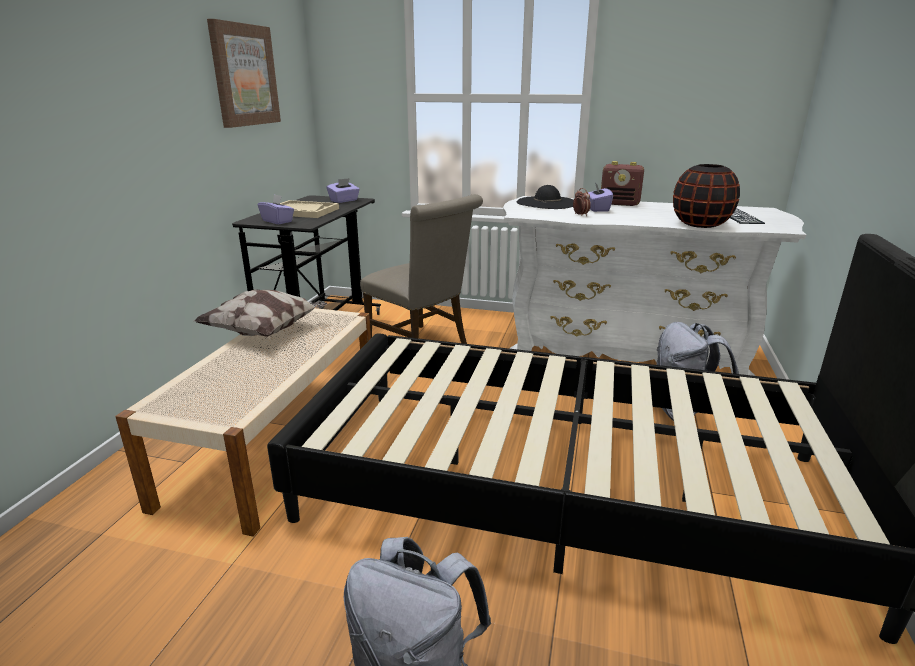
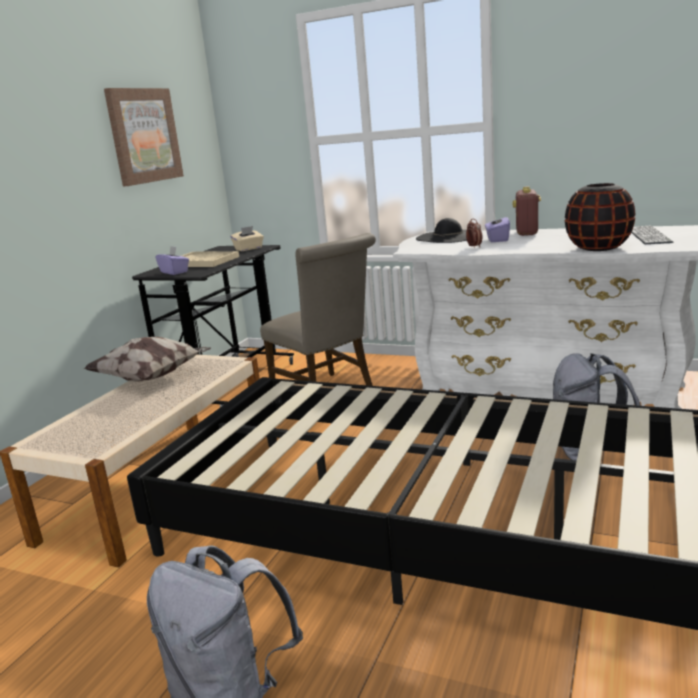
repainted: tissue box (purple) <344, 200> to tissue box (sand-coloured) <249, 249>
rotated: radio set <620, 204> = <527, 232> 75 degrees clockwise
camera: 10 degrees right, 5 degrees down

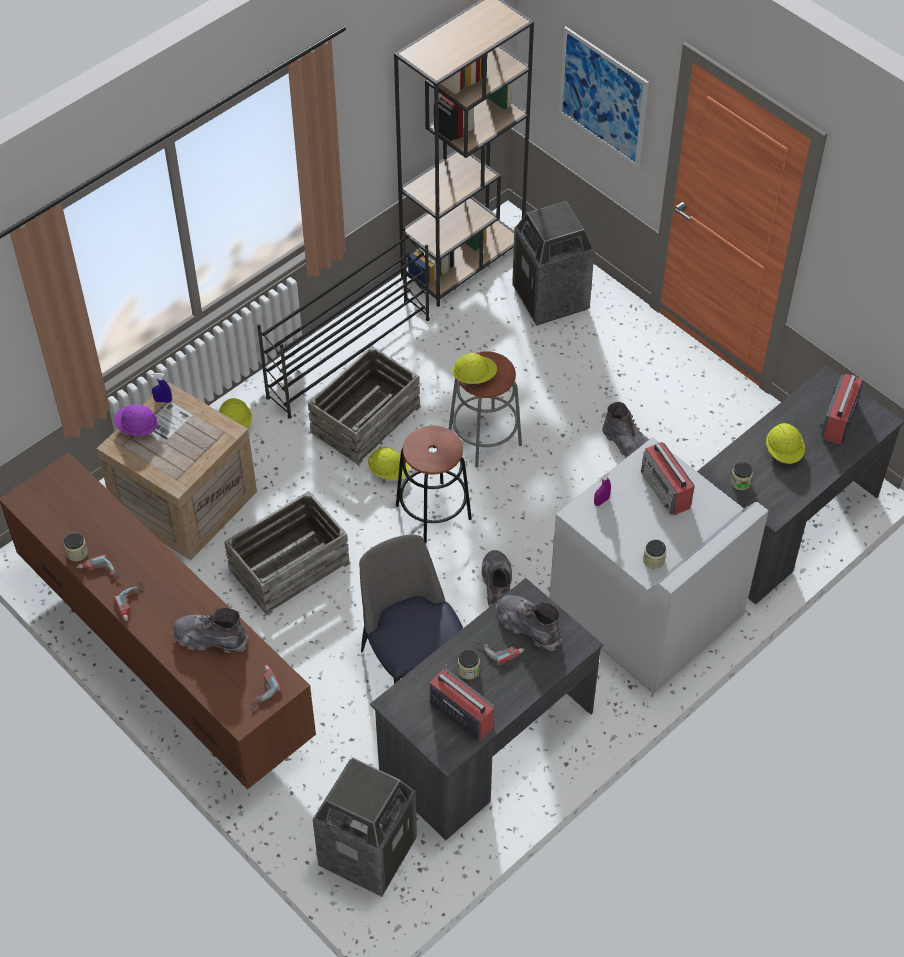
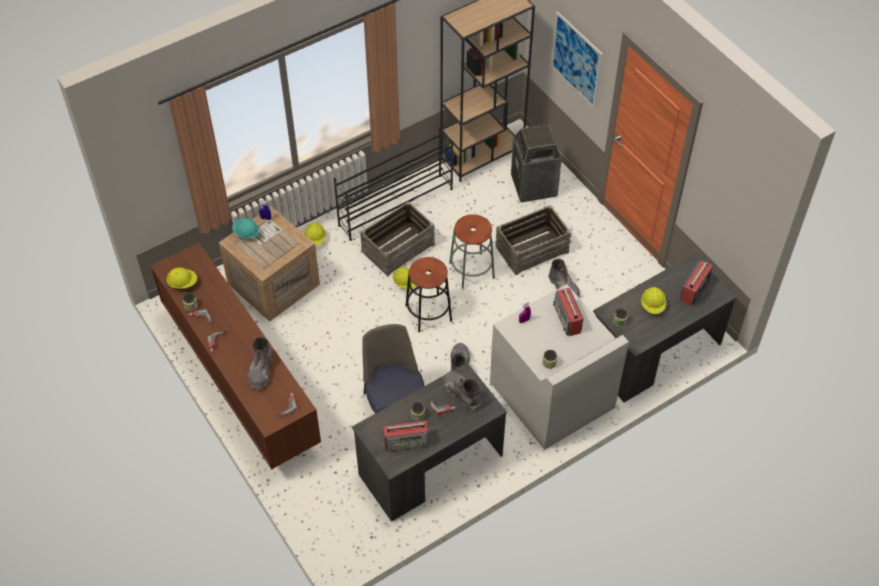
gone: waste bin <367, 852>
shifted: shipping crate <289, 566> to <531, 249>; hard hat (yellow-coloured) <474, 377> to <183, 283>
repainted: hard hat (purple) <137, 428> to hard hat (turquoise-coloured) <246, 233>
rotated: tall boot (gray) <210, 639> = <261, 371> 105 degrees counterclockwise; radio set <461, 713> = <407, 441> 120 degrees clockwise
camera: 10 degrees right, 0 degrees up

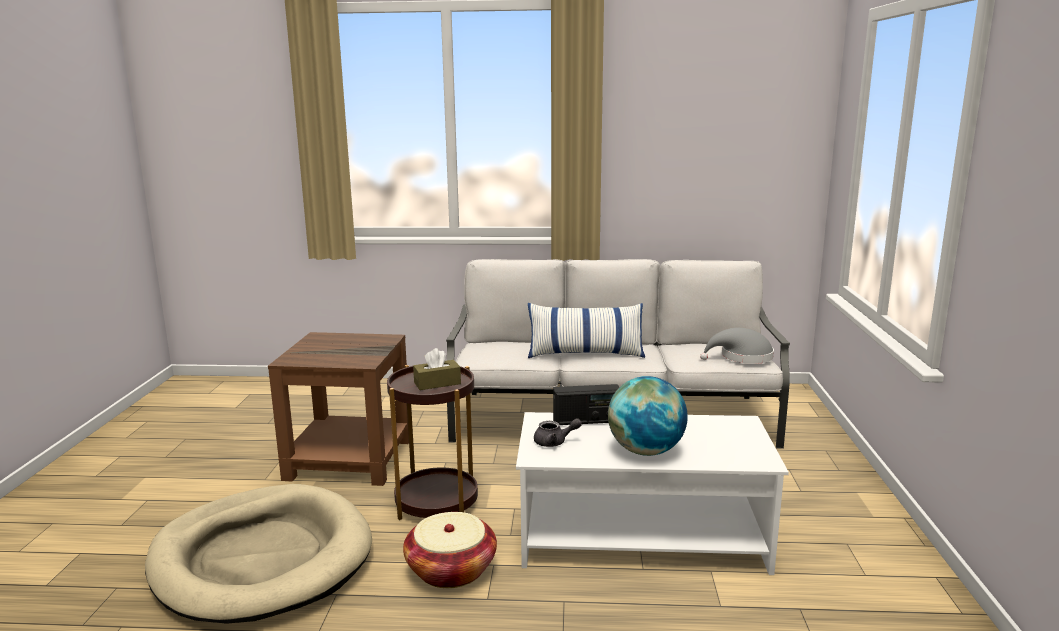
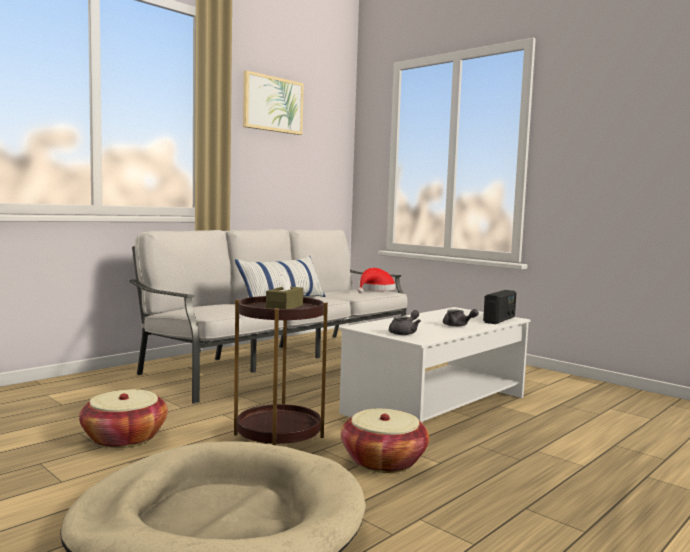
new: wall picture <273, 104>
shifted: radio set <586, 421> to <499, 320>
swapped: end table (brown) <351, 458> to storage basket <124, 438>; desk globe <646, 451> to teapot (gray) <458, 326>
repainted: wearable hat (gray) <742, 357> to wearable hat (reddish) <375, 290>
camera: 50 degrees left, 10 degrees down

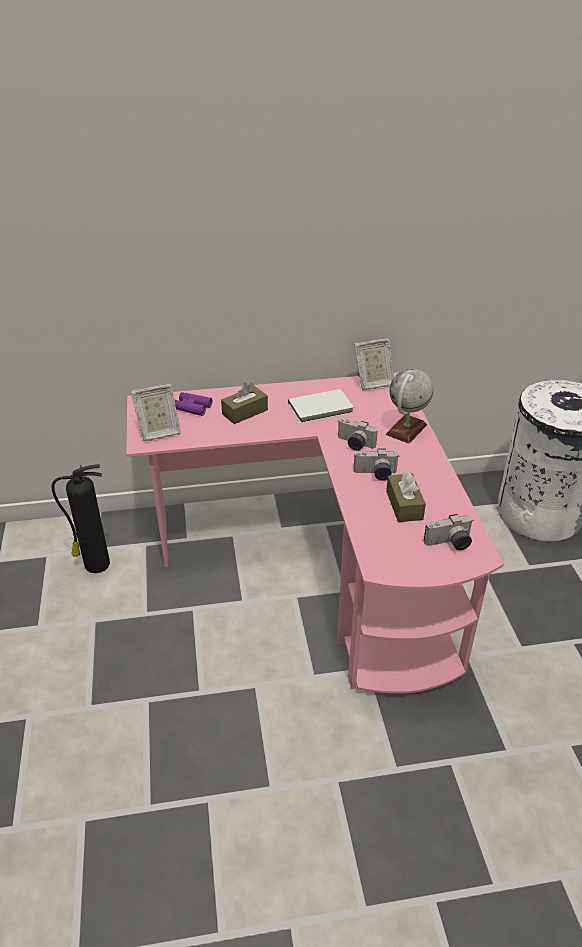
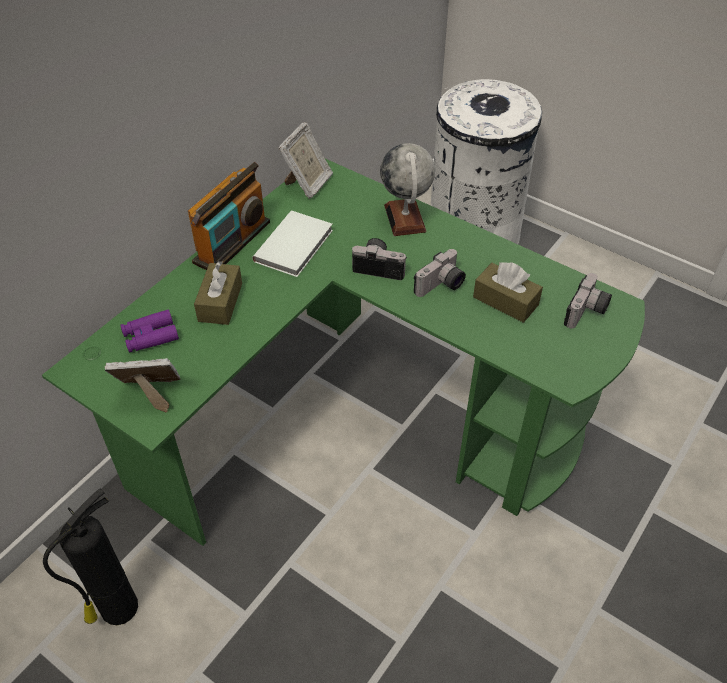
new: radio set <232, 242>
repainted: desk (pinkish) <321, 563> to desk (green) <354, 415>
rotated: standing frame <158, 432> = <153, 394> 120 degrees counterclockwise; photo camera <354, 444> = <380, 266> 150 degrees counterclockwise
camera: 45 degrees left, 10 degrees up

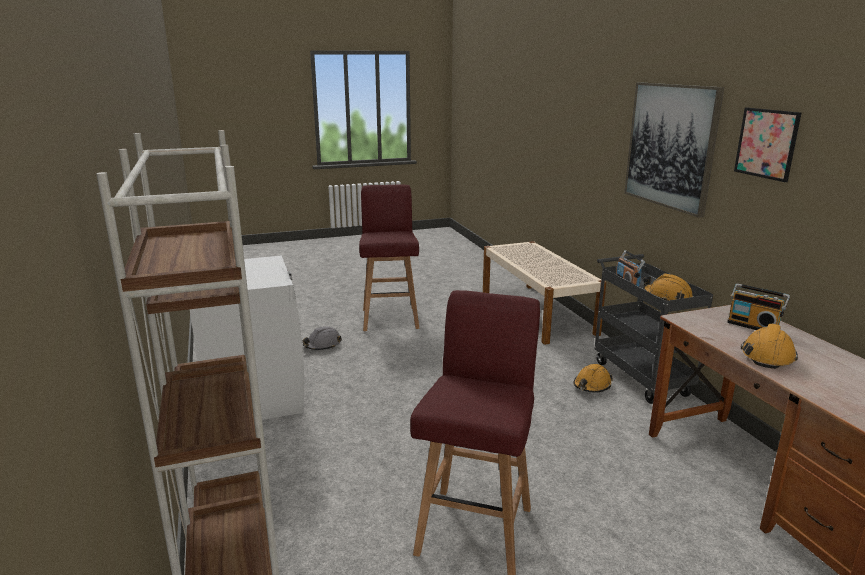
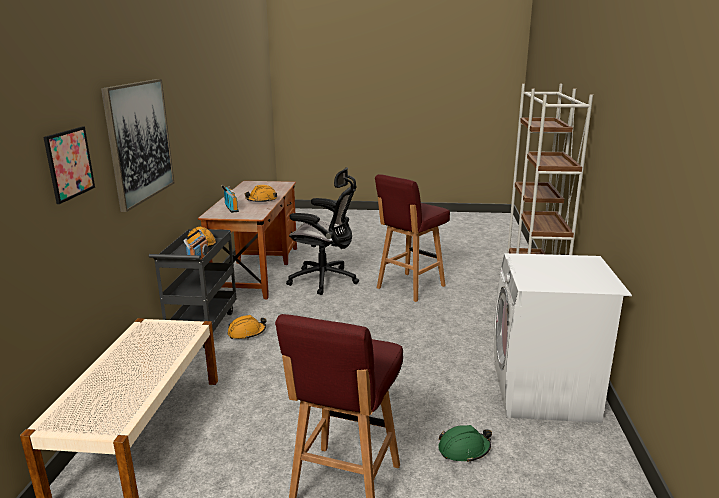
new: desk chair <324, 280>
shifted: wall picture <766, 143> to <69, 164>
repainted: hard hat (gray) <322, 345> to hard hat (green) <464, 449>
camera: 155 degrees left, 0 degrees up

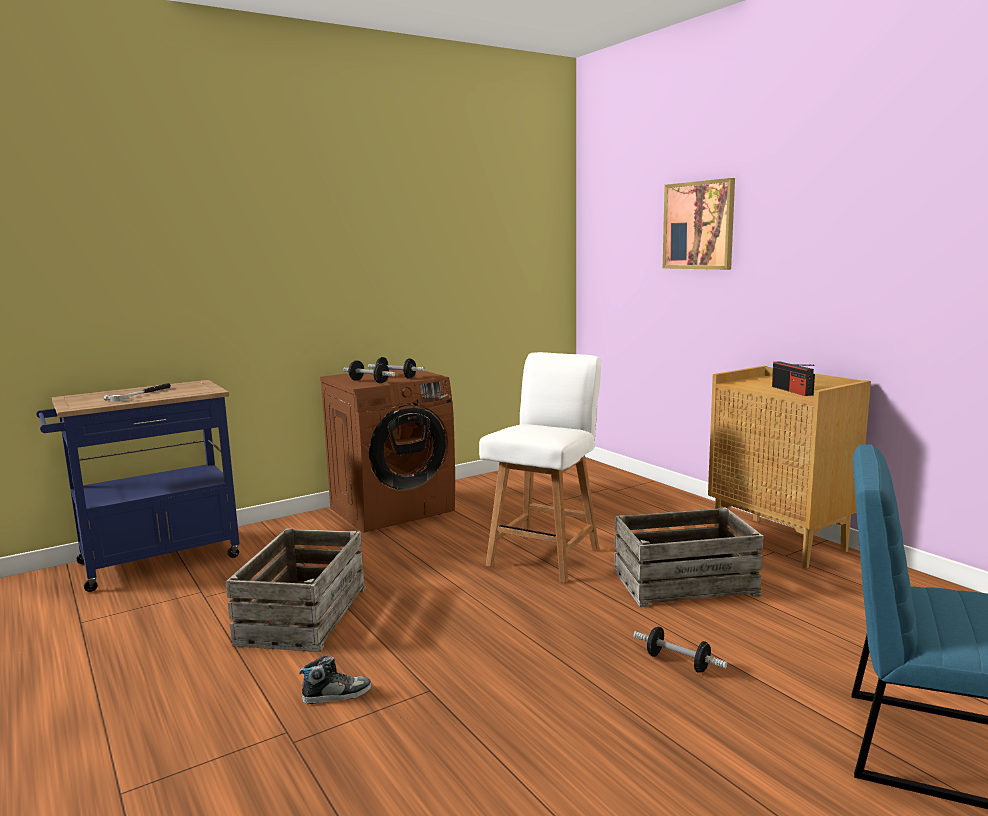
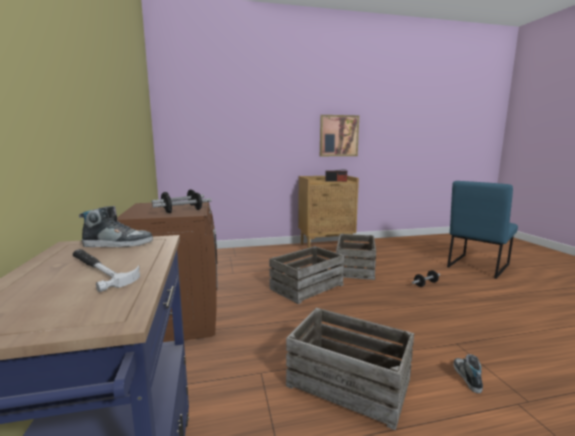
new: low shoe <118, 244>
shifted: wall picture <698, 225> to <338, 136>
swapped: chair (white-coloured) <545, 556> to shipping crate <306, 286>
camera: 70 degrees left, 0 degrees up

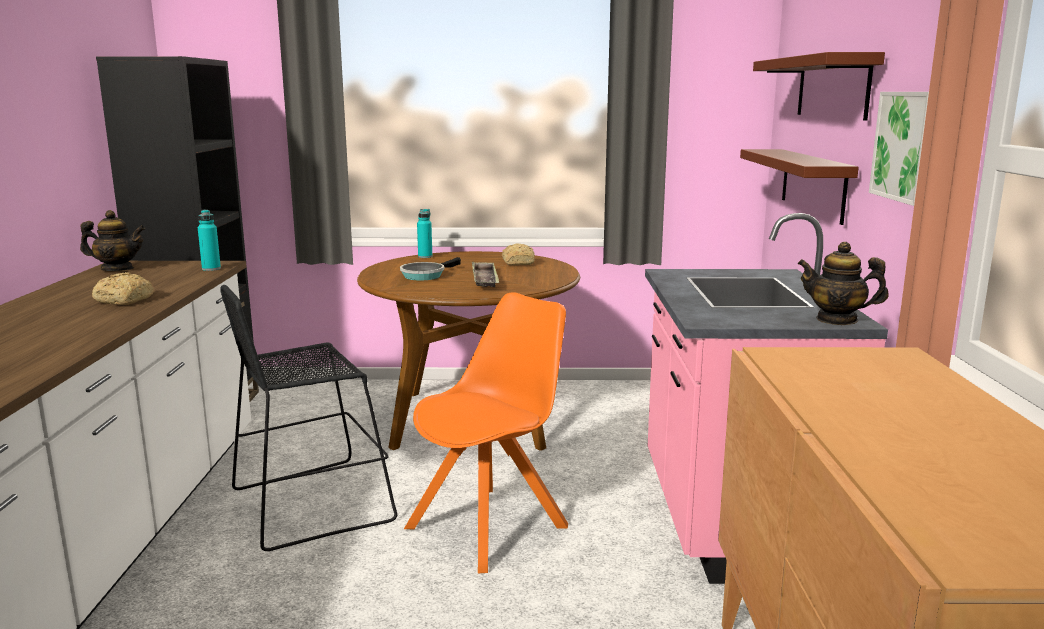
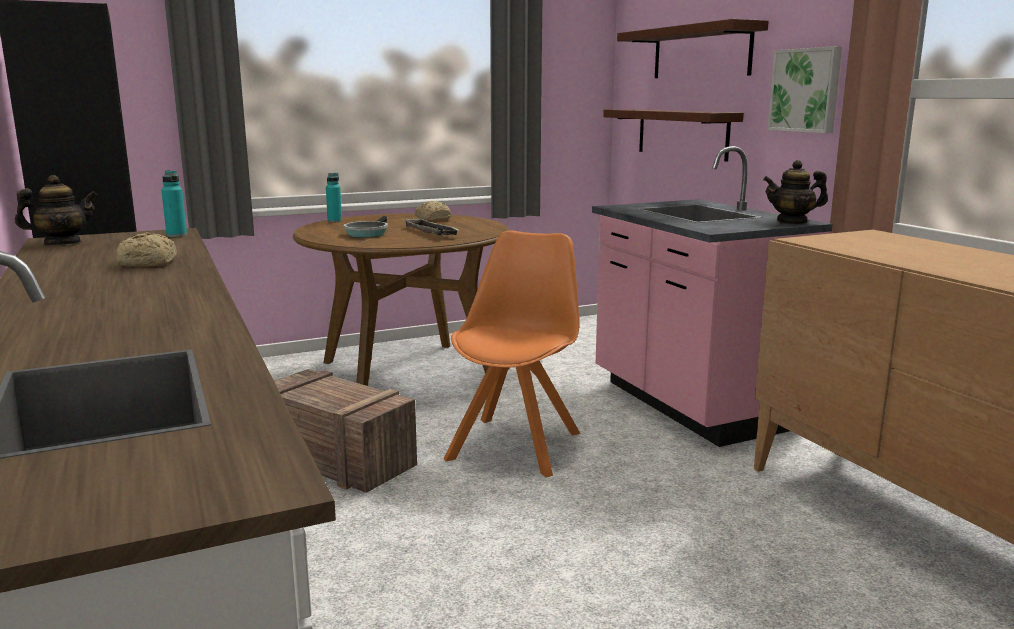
swapped: stool (black-coloured) <314, 503> to shipping crate <334, 459>
camera: 25 degrees left, 0 degrees up

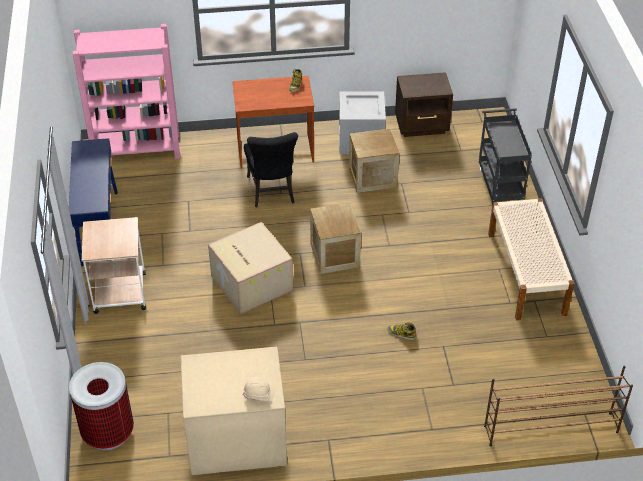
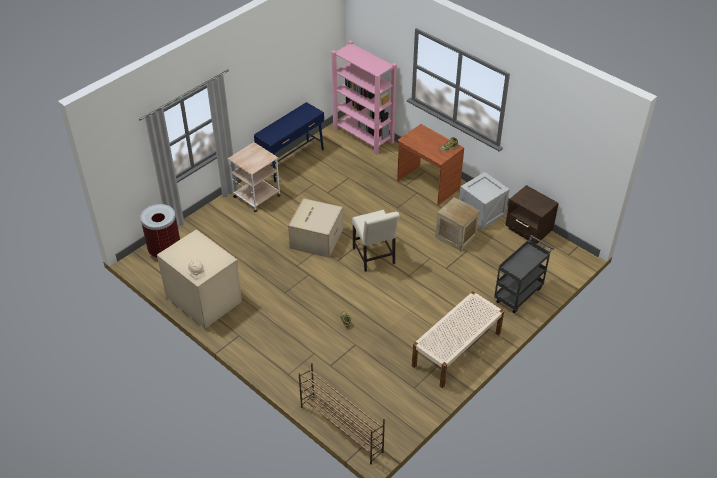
gone: chair (black-coloured) <272, 192>
swapped: shipping crate <334, 255> to chair (sand-coloured) <374, 258>
camera: 50 degrees right, 0 degrees up

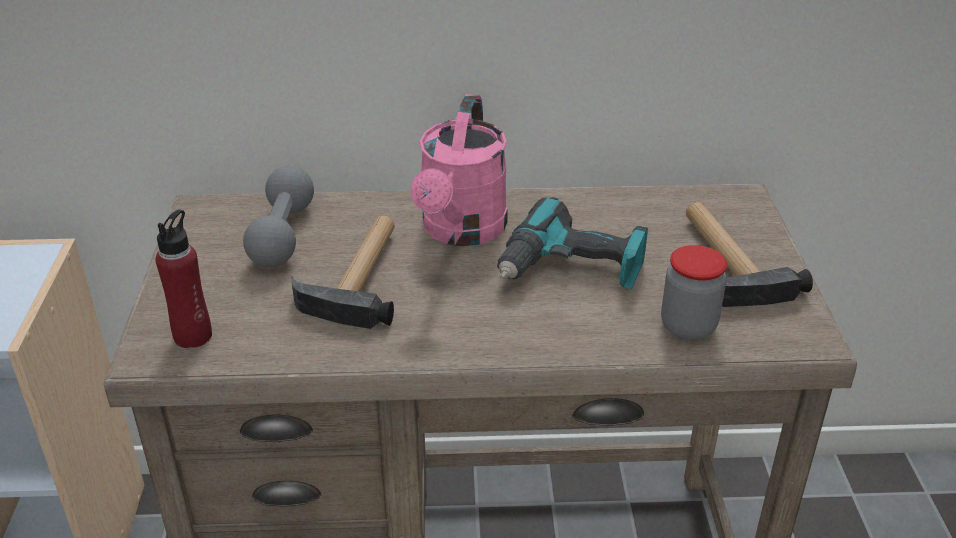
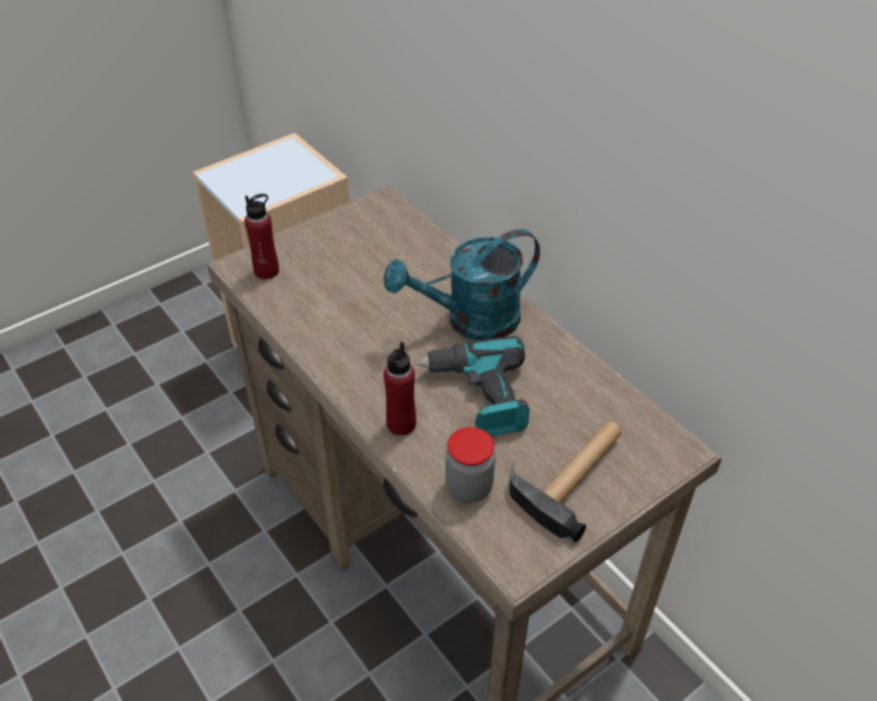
gone: hand weight (gray) <282, 235>; hammer <360, 276>
new: beverage bottle (reddish) <401, 424>
repainted: watering can (pinkish) <461, 231> to watering can (turquoise-coloured) <470, 321>
camera: 55 degrees right, 10 degrees up

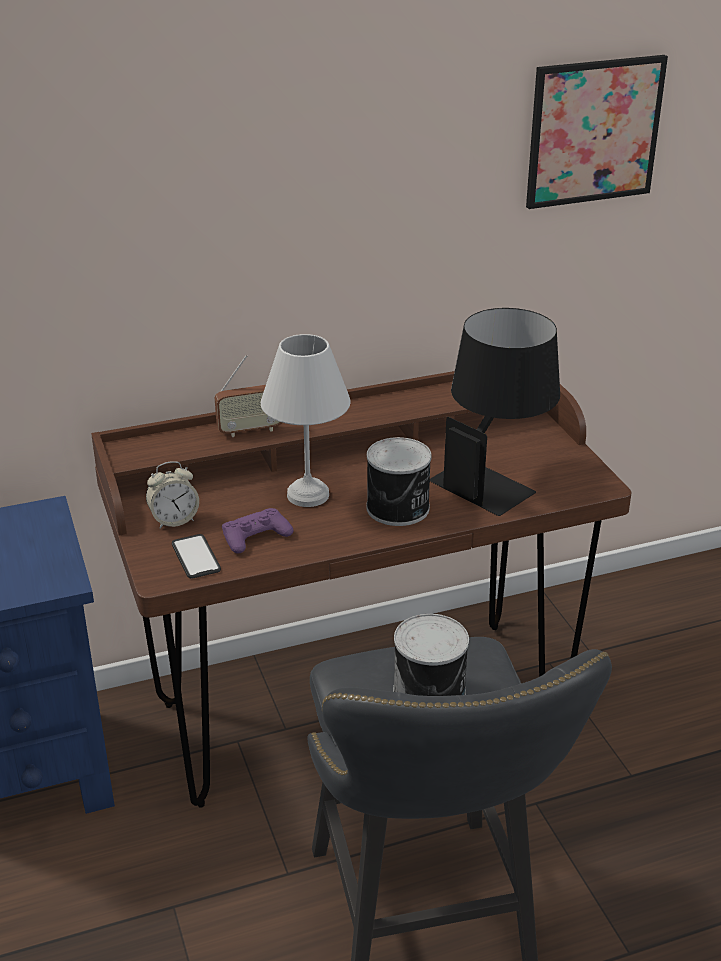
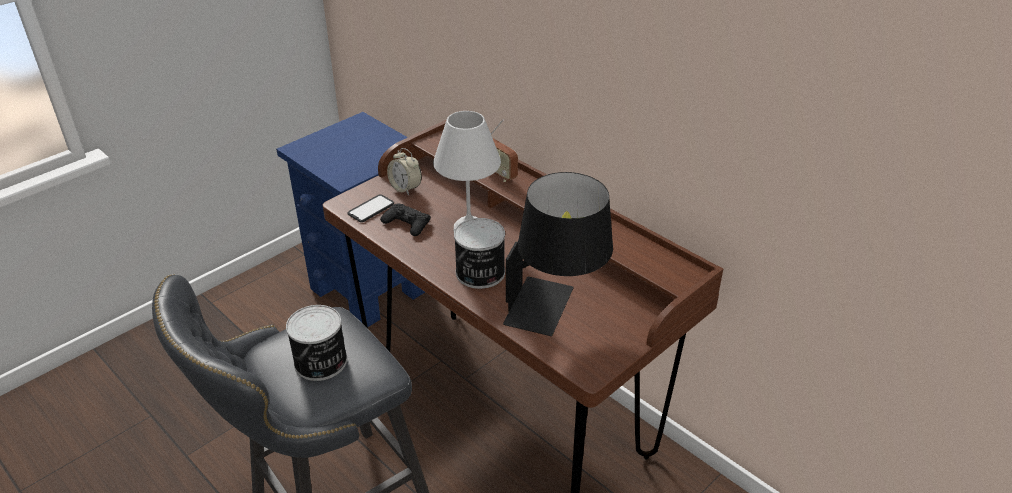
gone: wall picture <594, 131>
repainted: joypad (purple) <256, 536> to joypad (black-coloured) <407, 223>
camera: 65 degrees right, 5 degrees up

